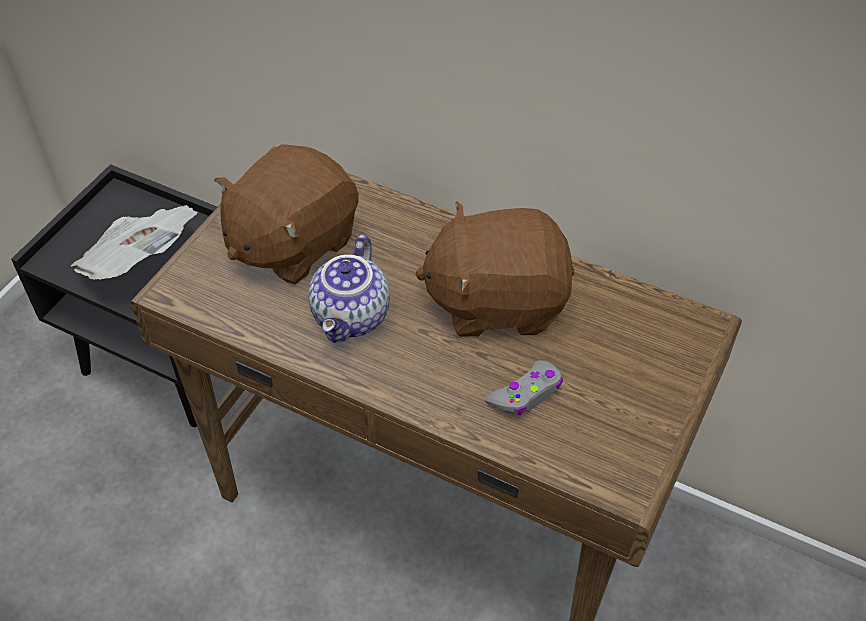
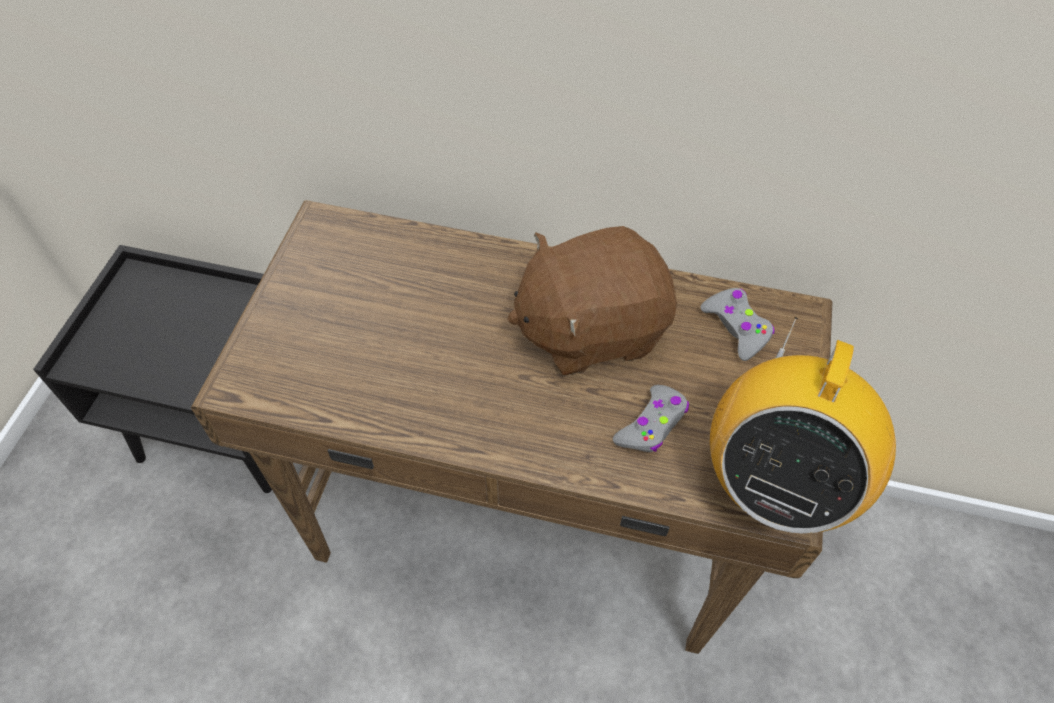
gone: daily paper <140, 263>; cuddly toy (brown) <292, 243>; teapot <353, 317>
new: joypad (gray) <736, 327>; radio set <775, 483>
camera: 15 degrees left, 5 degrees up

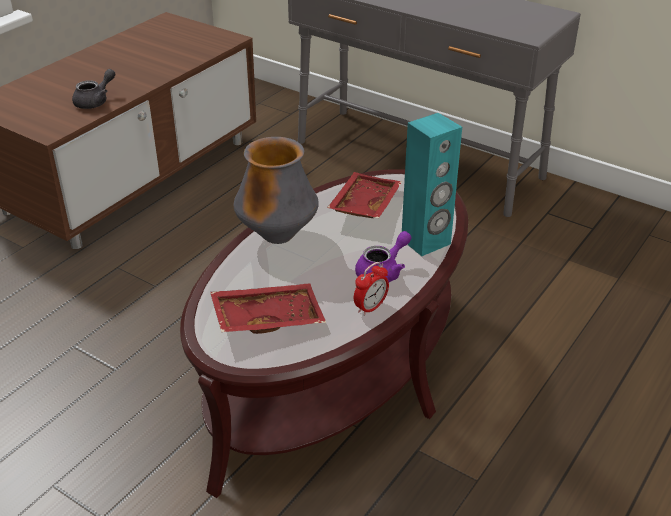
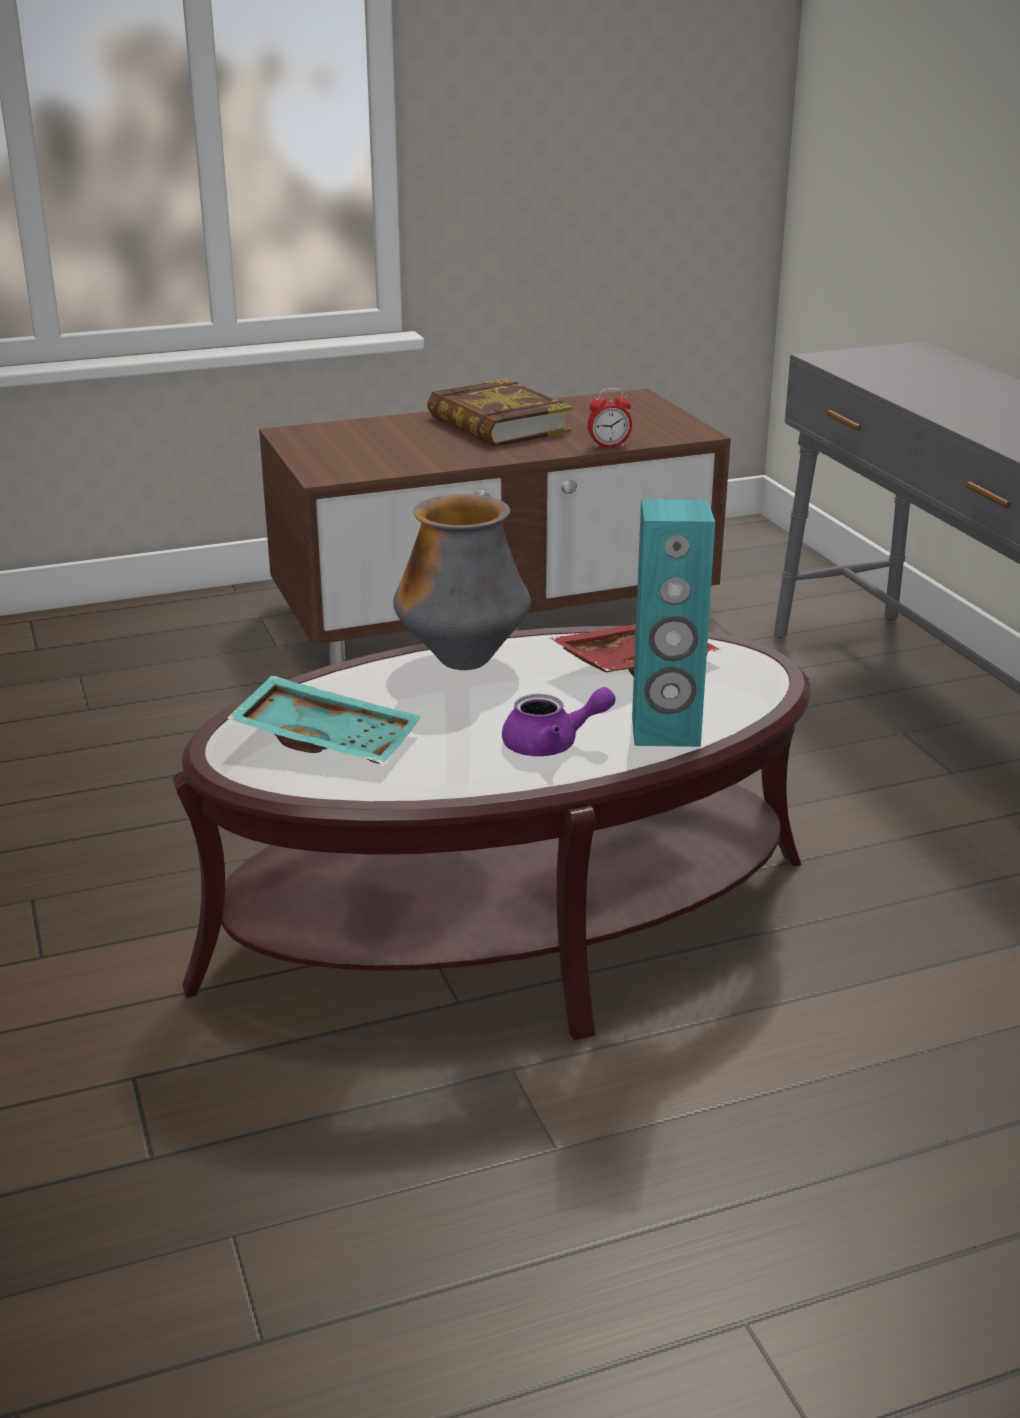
gone: teapot (gray) <95, 101>
new: bound book <498, 425>
shifted: alarm clock <370, 307> to <608, 446>
repainted: carrying tray (reddish) <267, 317> to carrying tray (turquoise-coloured) <328, 739>
camera: 35 degrees right, 10 degrees down

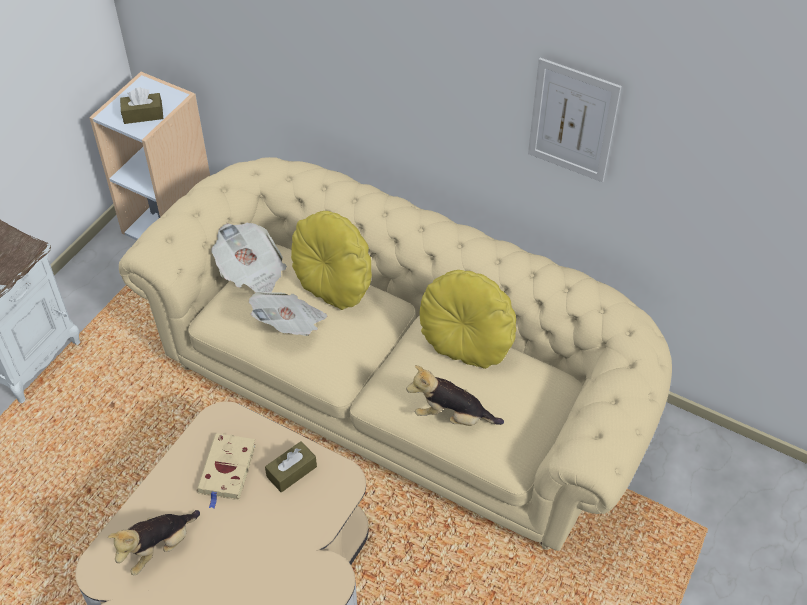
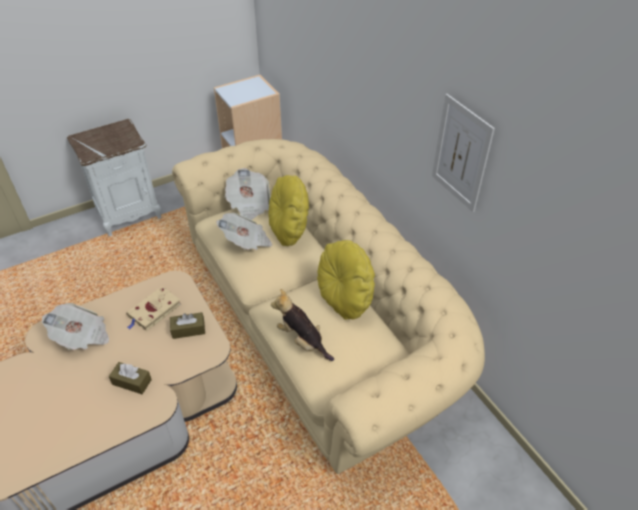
shifted: tissue box (brown) <143, 115> to <132, 382>
swapped: cuddly toy <159, 548> to daily paper <82, 336>
camera: 30 degrees right, 5 degrees down

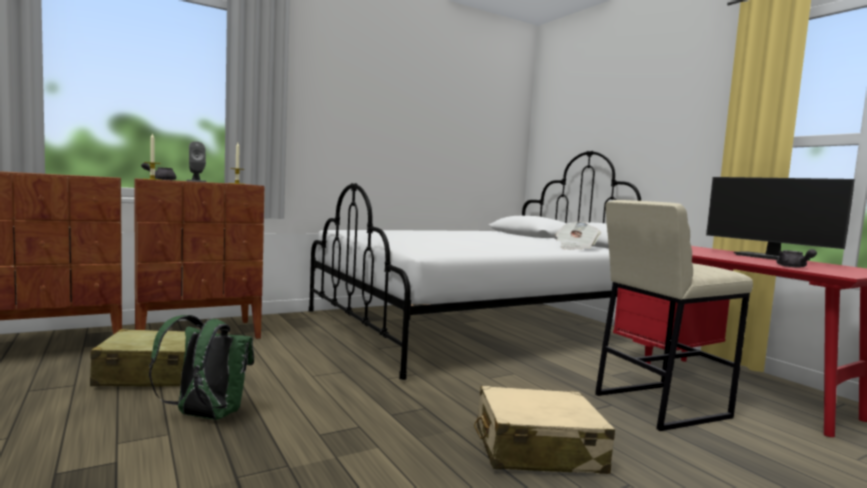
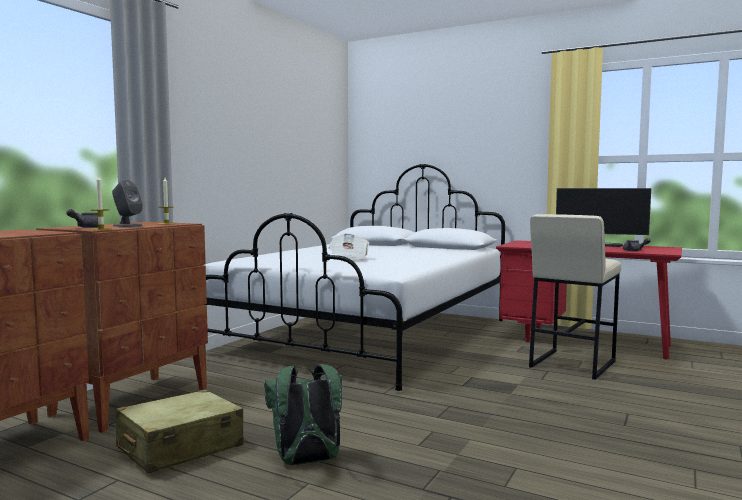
gone: travel case (sand-coloured) <537, 449>
shifted: daily paper <575, 248> to <349, 259>
camera: 30 degrees left, 0 degrees up

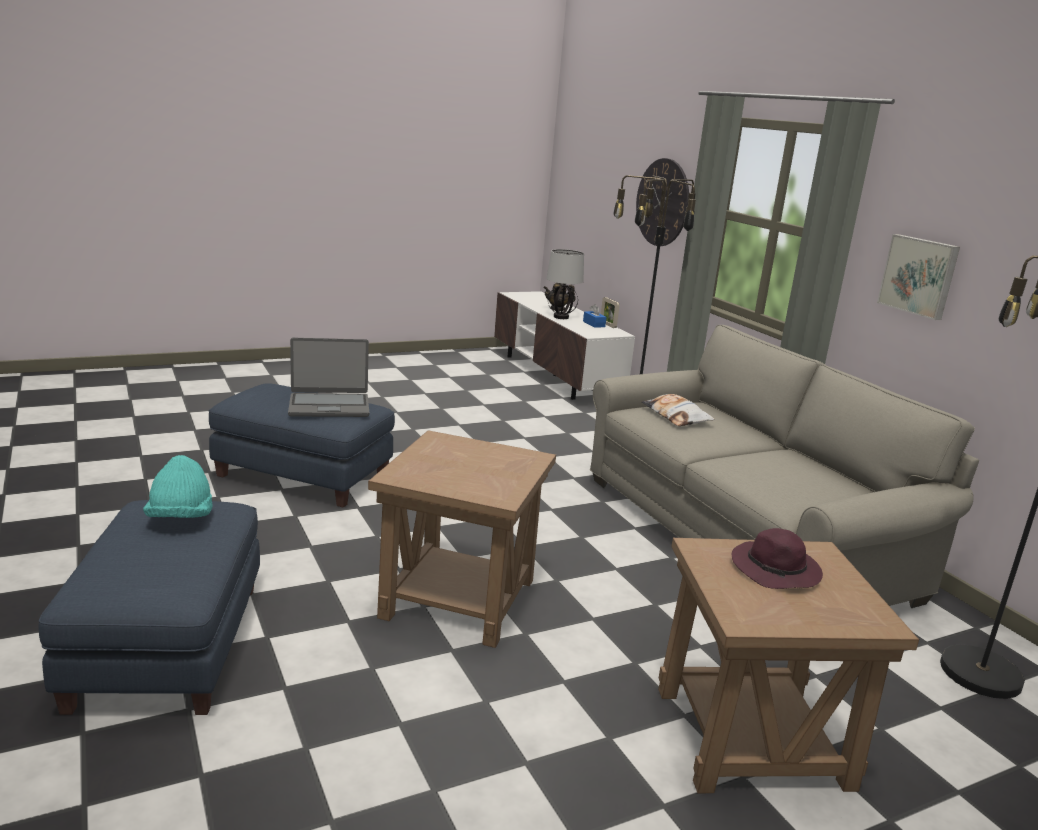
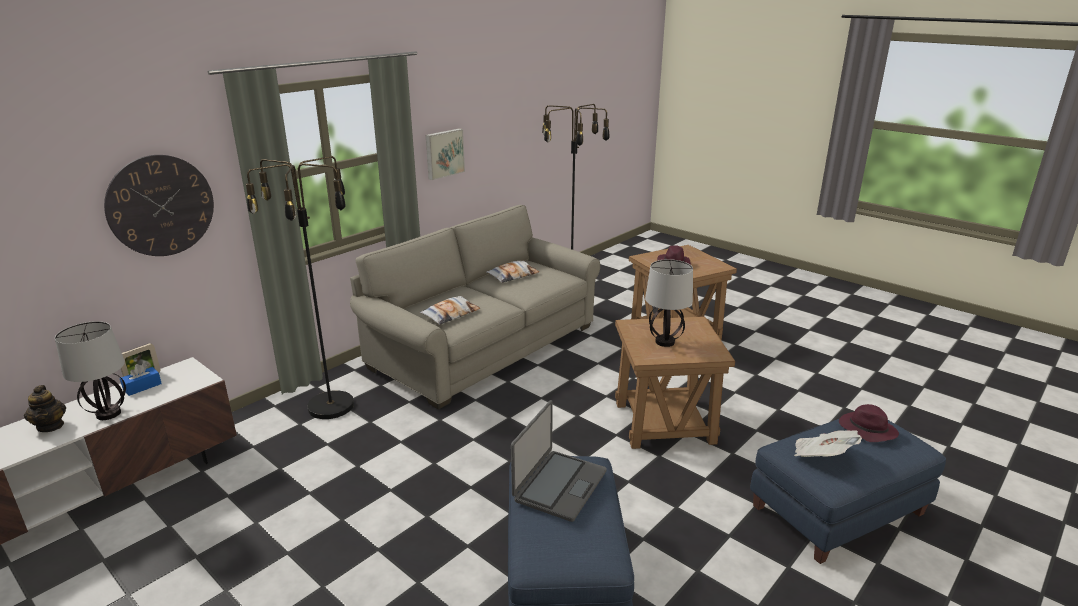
new: pillow <513, 275>; tabletop lamp <665, 342>; wearable hat (purple) <866, 430>
swapped: wearable hat (turquoise-coloured) <181, 518> to daily paper <822, 456>
rotated: notebook computer <329, 406> = <559, 485> 60 degrees clockwise
camera: 110 degrees left, 5 degrees up

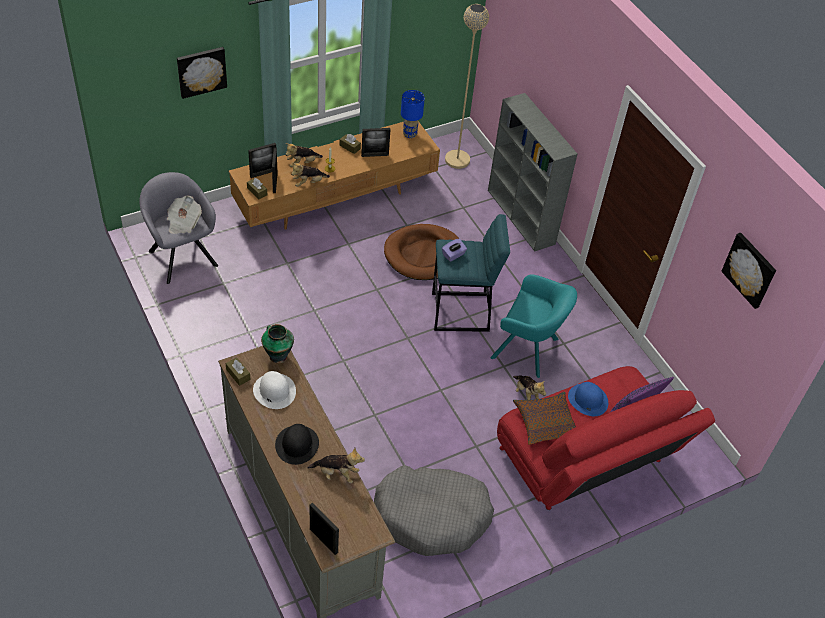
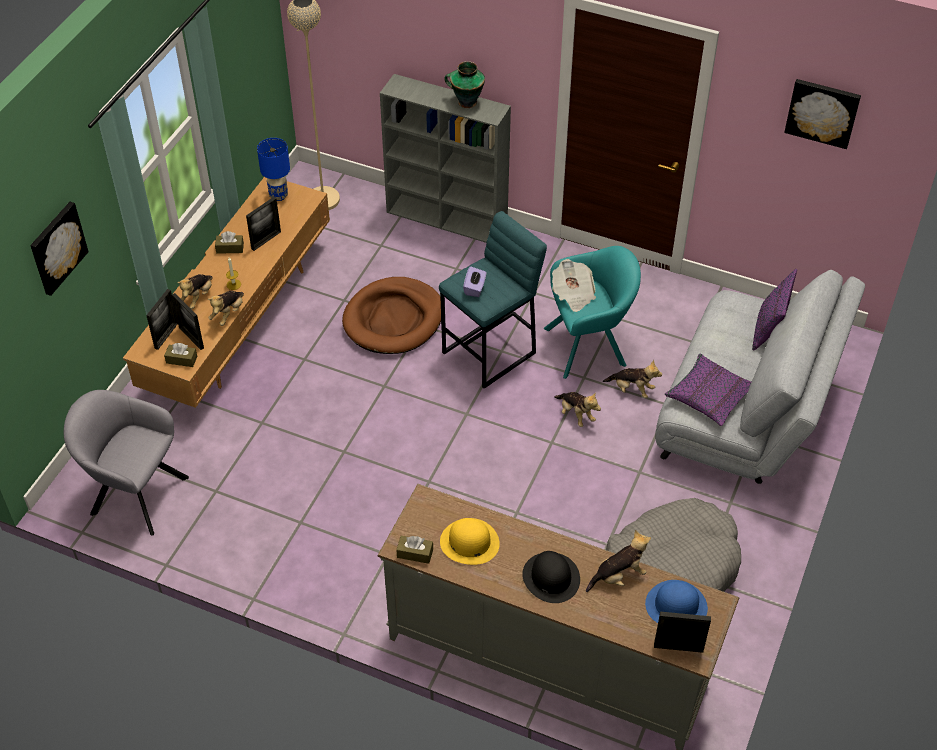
new: cuddly toy <575, 415>
shifted: daily paper <183, 222> to <573, 294>; flower vase <277, 355> to <466, 102>; wearable hat (blue) <587, 400> to <676, 605>
repainted: wearable hat (white-coloured) <274, 391> to wearable hat (yellow-coloured) <469, 542>; settee (reddish) <589, 461> to settee (gray) <748, 412>; pillow (brown) <545, 423> to pillow (purple) <709, 396>
camera: 35 degrees left, 0 degrees up

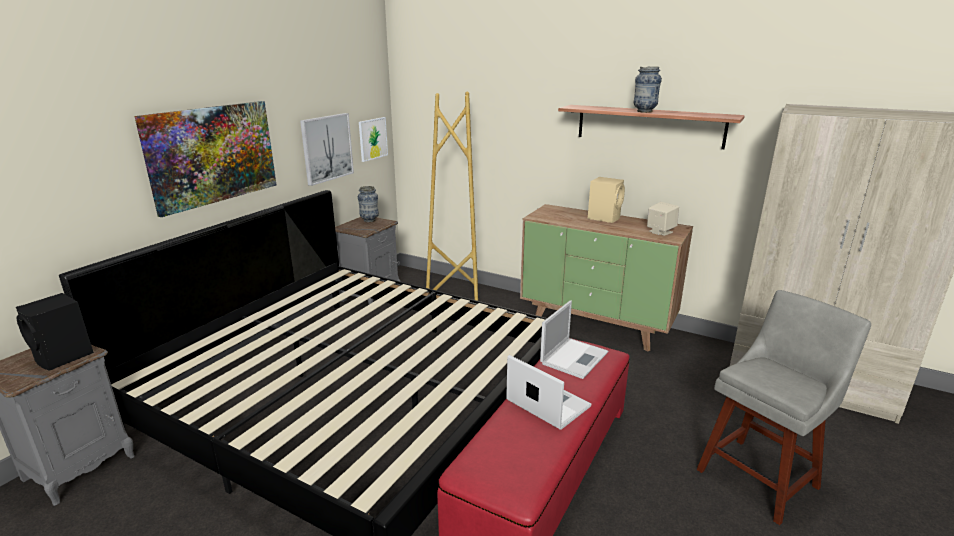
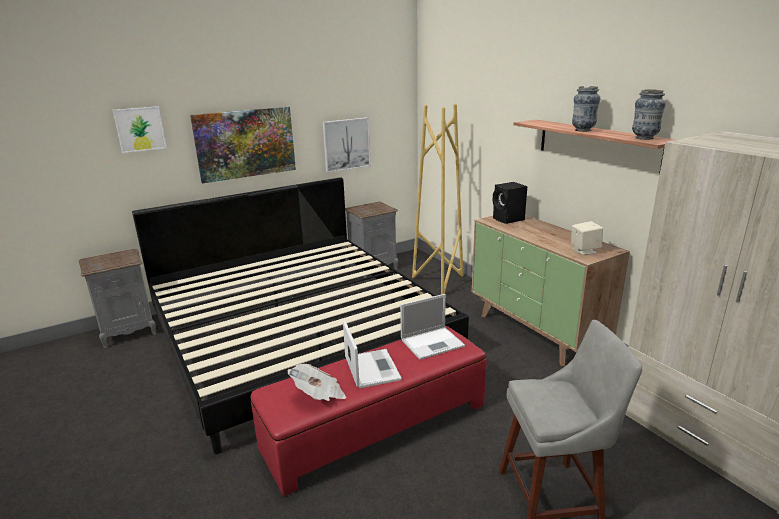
gone: loudspeaker (sand-coloured) <604, 217>
new: daily paper <319, 395>
shifted: loudspeaker (black-coloured) <64, 357> to <508, 219>; flower vase <369, 220> to <644, 138>; wall picture <372, 139> to <140, 129>
camera: 30 degrees right, 0 degrees up

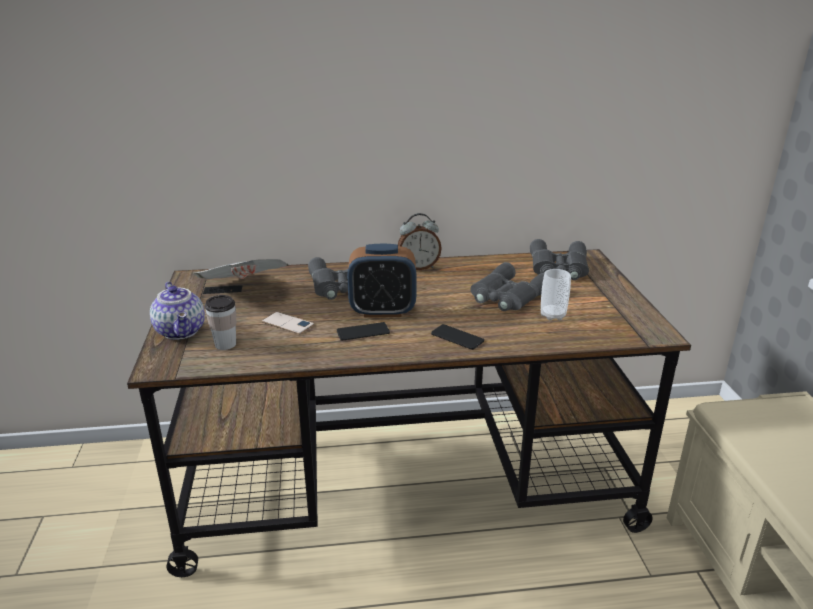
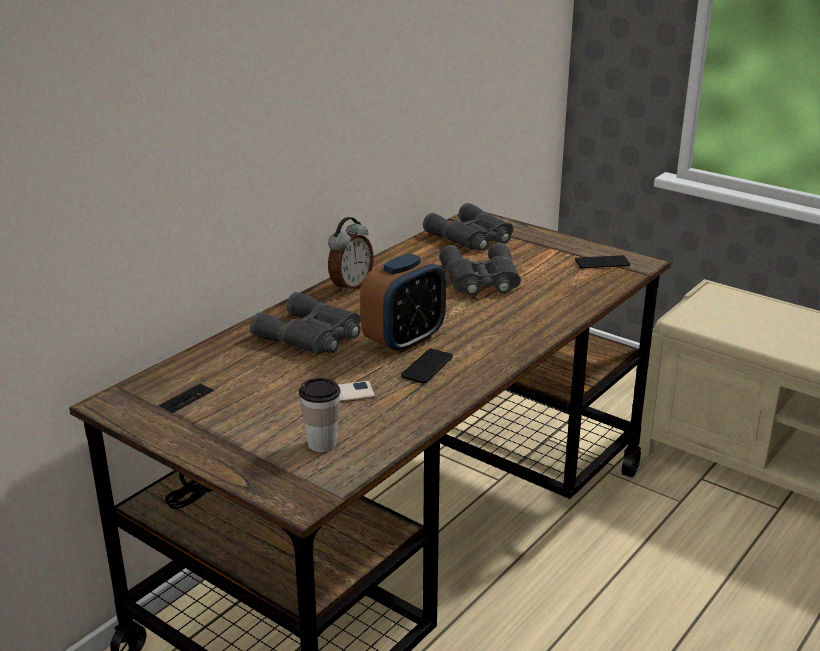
gone: teapot <182, 331>; daily paper <244, 293>; cup <553, 315>
shifted: phone <457, 337> to <602, 263>
camera: 45 degrees left, 0 degrees up

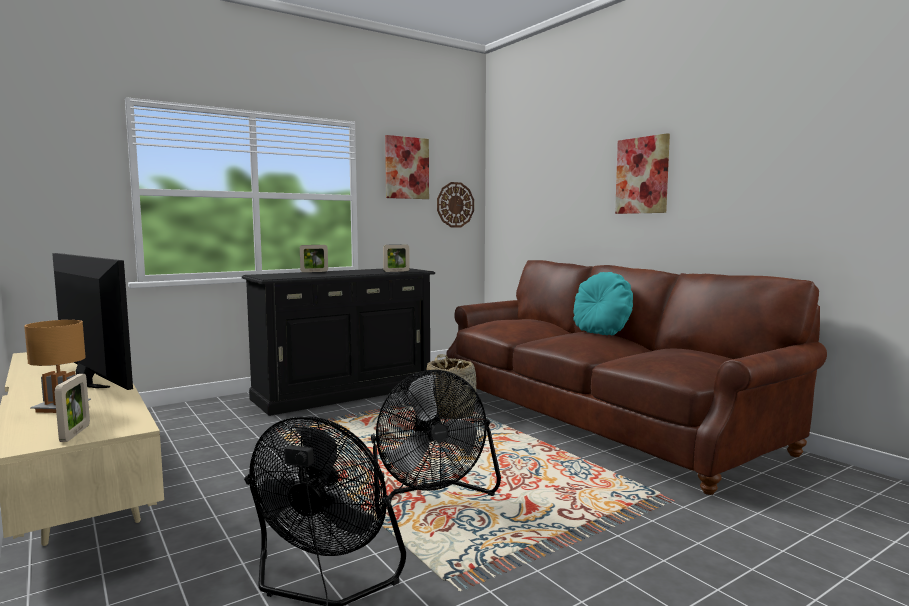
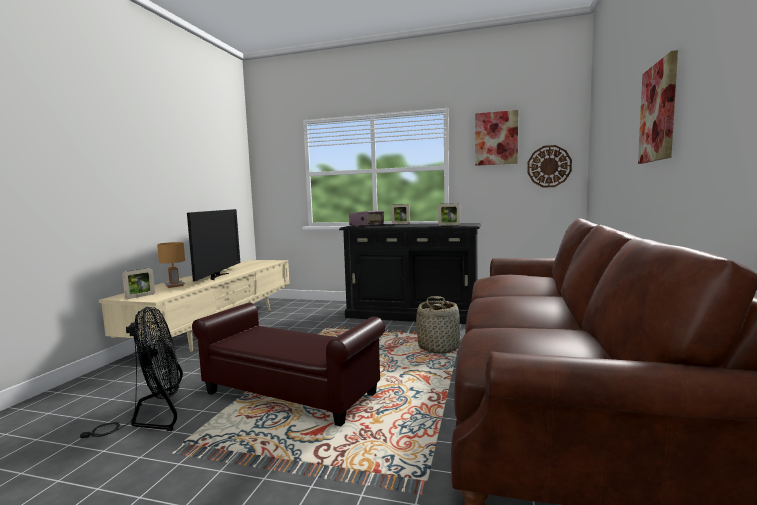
gone: pillow (turquoise-coloured) <601, 333>
new: radio set <367, 225>
swapped: cooling fan (black-coloured) <424, 497> to pouffe (brown) <290, 393>
camera: 50 degrees right, 0 degrees up

